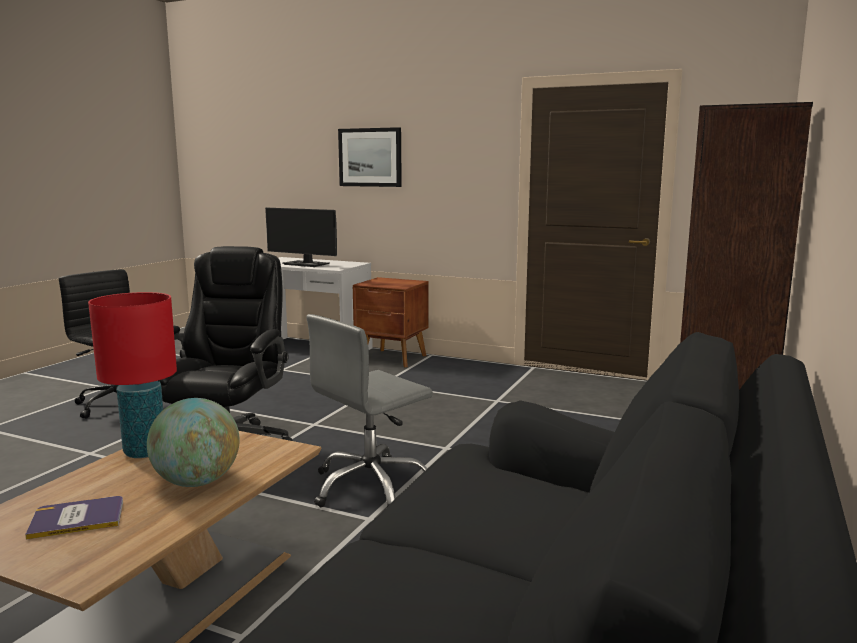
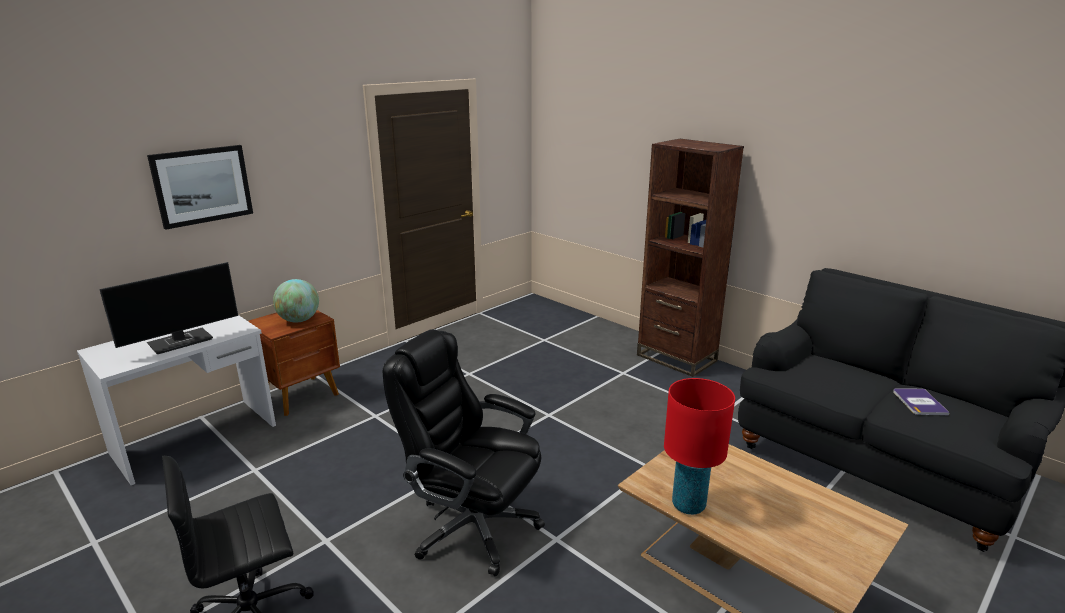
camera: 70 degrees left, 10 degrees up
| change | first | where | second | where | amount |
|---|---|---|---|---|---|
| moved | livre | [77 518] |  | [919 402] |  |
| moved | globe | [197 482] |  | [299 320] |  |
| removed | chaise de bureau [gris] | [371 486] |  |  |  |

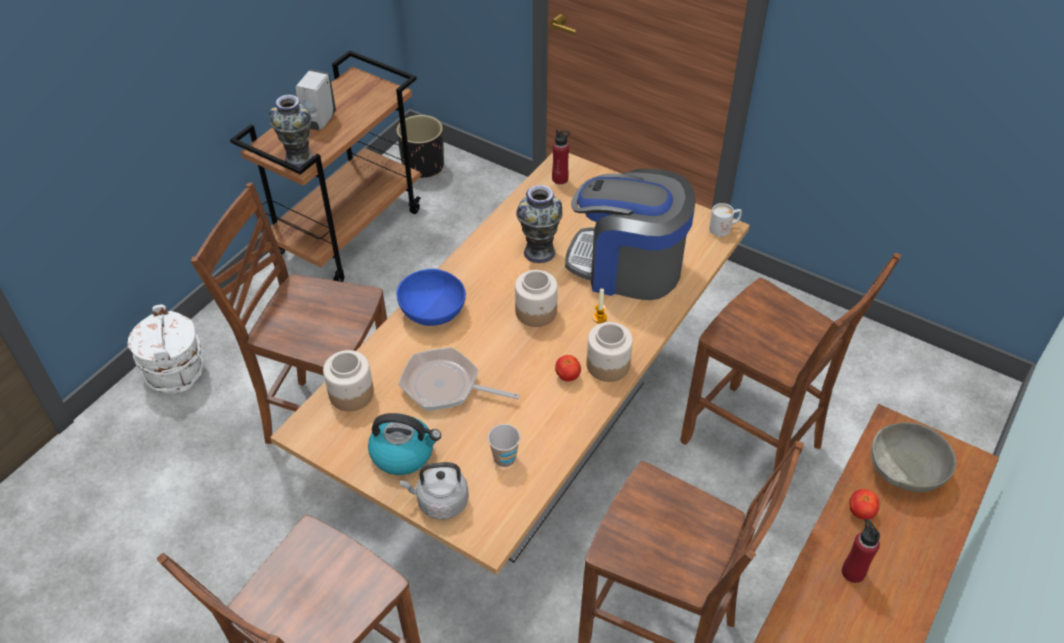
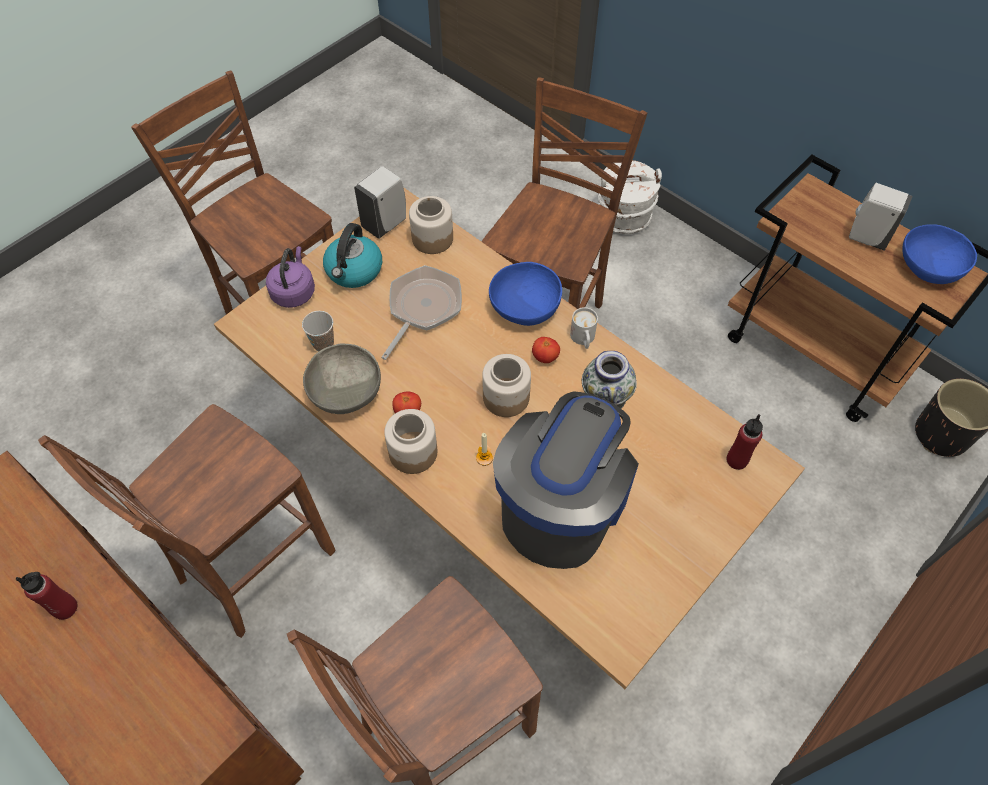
camera: 100 degrees right, 10 degrees up
| change | first | where | second | where | amount |
|---|---|---|---|---|---|
| removed | vase | [299 159] |  |  |  |
| recoloured | bouilloire [gris] | [440 502] | bouilloire [violet] | [294 291] |  |
| moved | mug [blanc] | [724 228] |  | [583 339] |  |
| moved | tomate | [860 512] |  | [545 357] |  |
| moved | bol [gris] | [906 471] |  | [345 392] |  |
| added |  |  | distributeur de savon [blanc] | [386 223] |  |
| added |  |  | bol [bleu] | [929 266] |  |

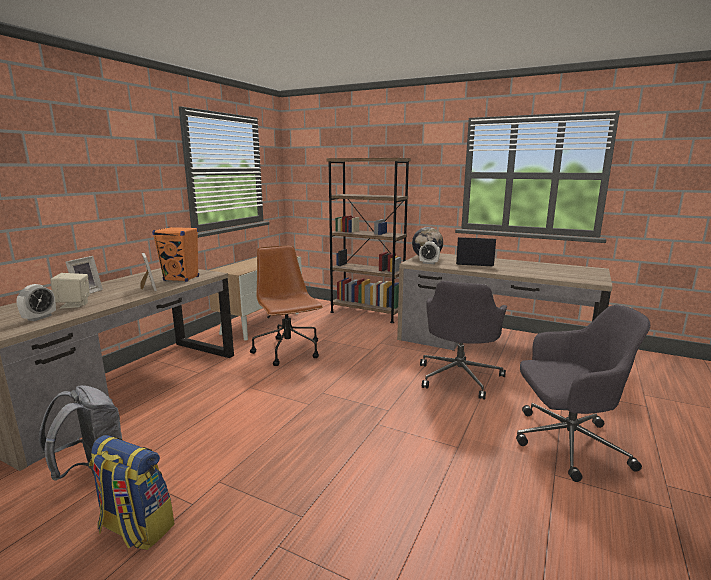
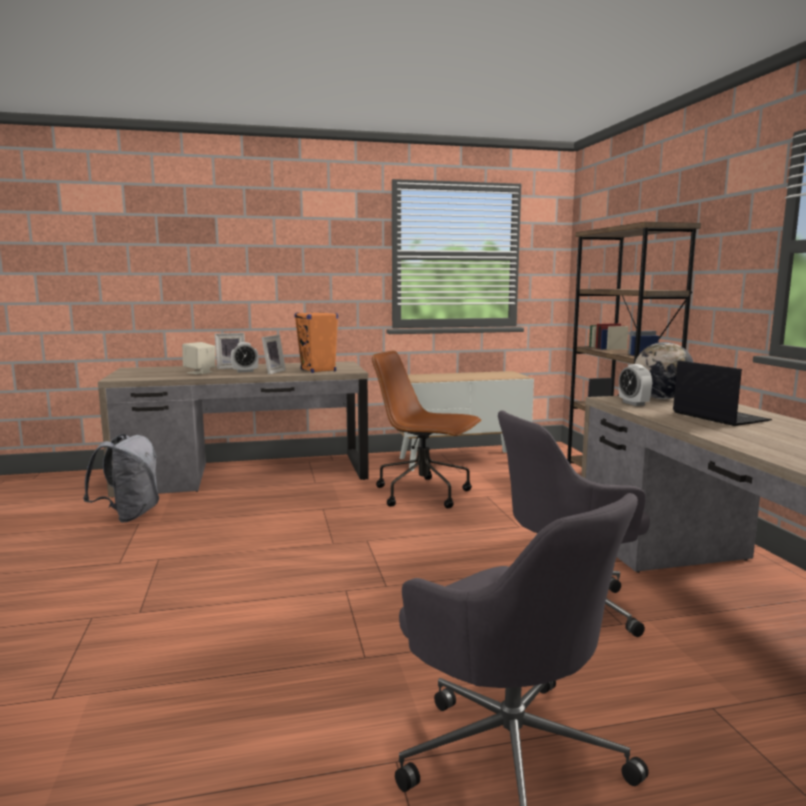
camera: 50 degrees right, 5 degrees down
| change | first | where | second | where | amount |
|---|---|---|---|---|---|
| moved | réveil | [39 317] |  | [245 371] |  |
| removed | sac à dos | [135 528] |  |  |  |
| turned | chaise de bureau [marron] | [288 351] |  | [424 494] | 90 degrees counterclockwise |

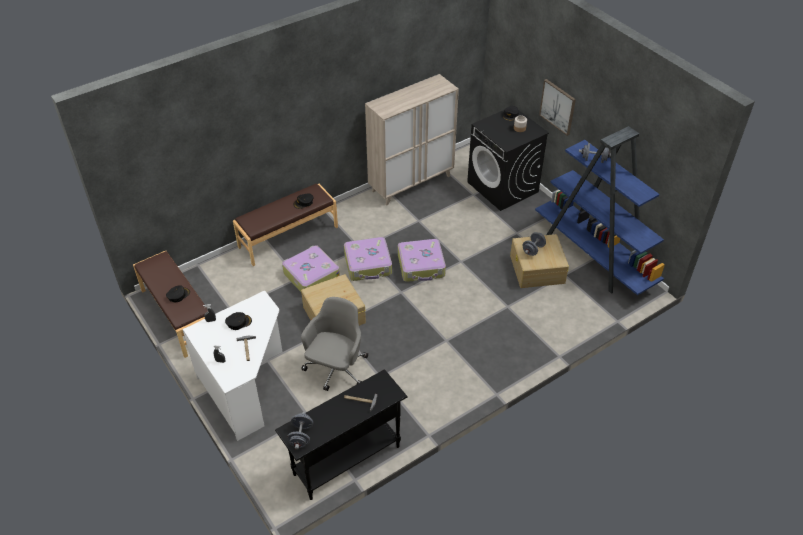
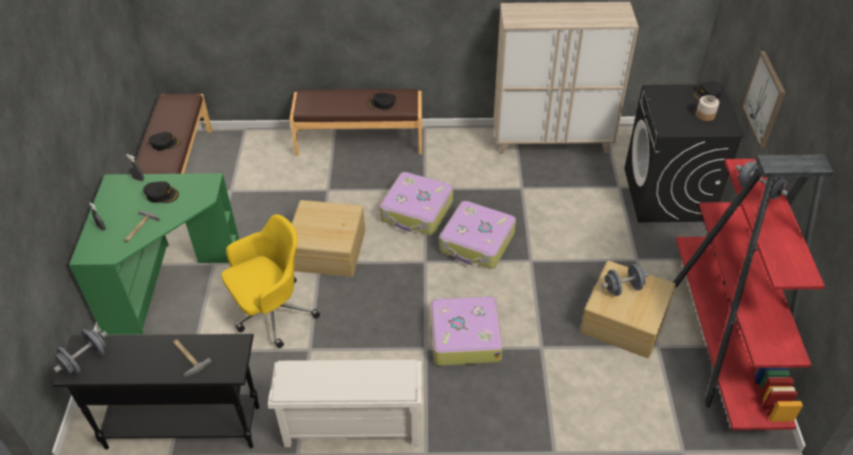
camera: 35 degrees right, 0 degrees up
| change | first | where | second | where | amount |
|---|---|---|---|---|---|
| recoloured | bureau [blanc] | [246 387] | bureau [vert] | [167 281] |  |
| moved | valise | [311 275] |  | [464 337] |  |
| recoloured | chaise de bureau [gris] | [336 369] | chaise de bureau [jaune] | [272 313] |  |
| recoloured | bibliothèque [bleu] | [594 256] | bibliothèque [rouge] | [722 343] |  |
| added |  |  | étagère à chaussures [blanc] | [351 427] |  |

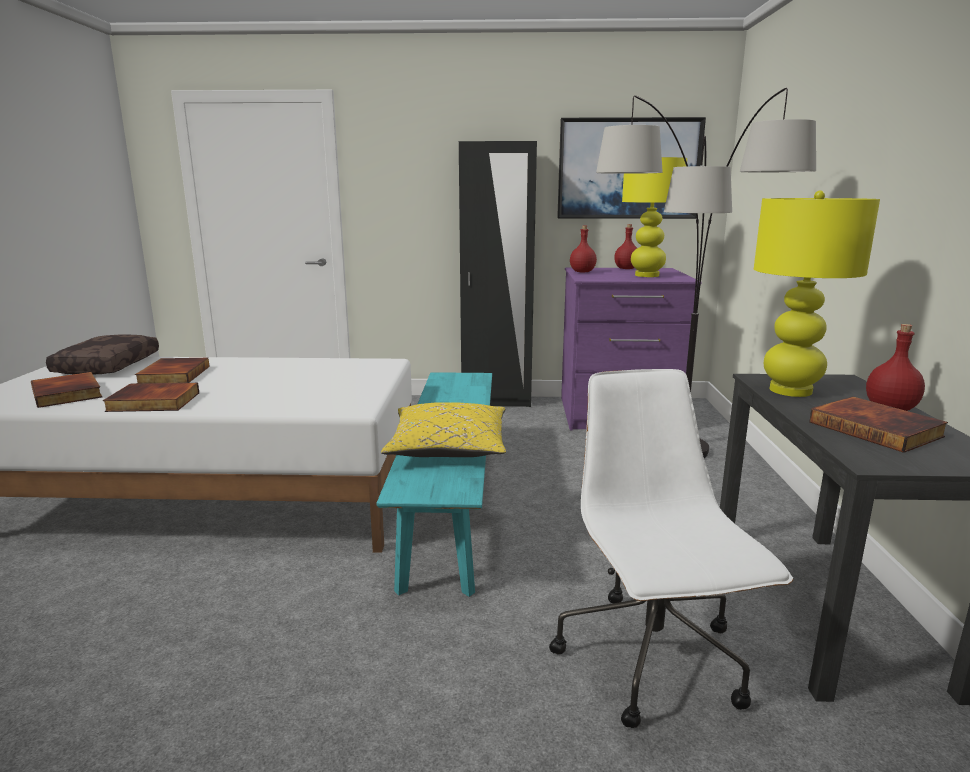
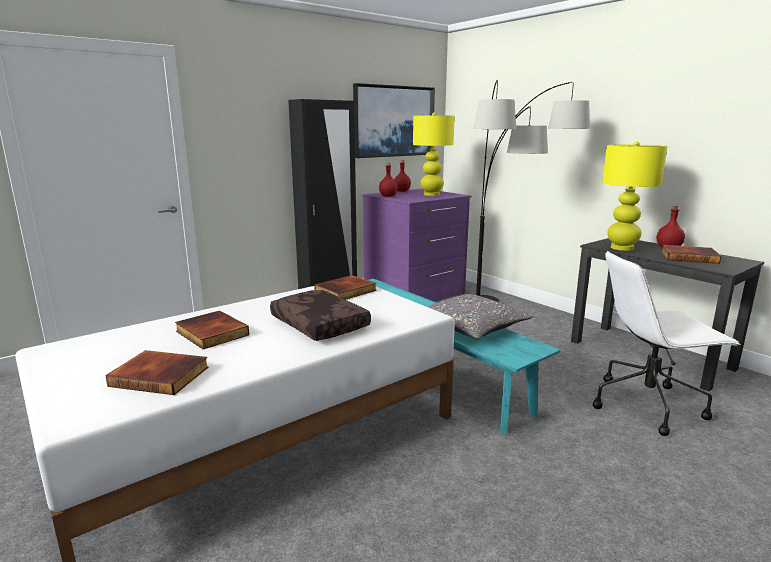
camera: 40 degrees left, 0 degrees up
| change | first | where | second | where | amount |
|---|---|---|---|---|---|
| moved | coussin [marron] | [107 365] |  | [317 325] |  |
| moved | livre | [152 402] |  | [346 291] |  |
| recoloured | coussin [jaune] | [448 448] | coussin [gris] | [470 328] |  |
| turned | chaise de bureau [blanc] | [653 660] |  | [648 404] | 45 degrees counterclockwise |

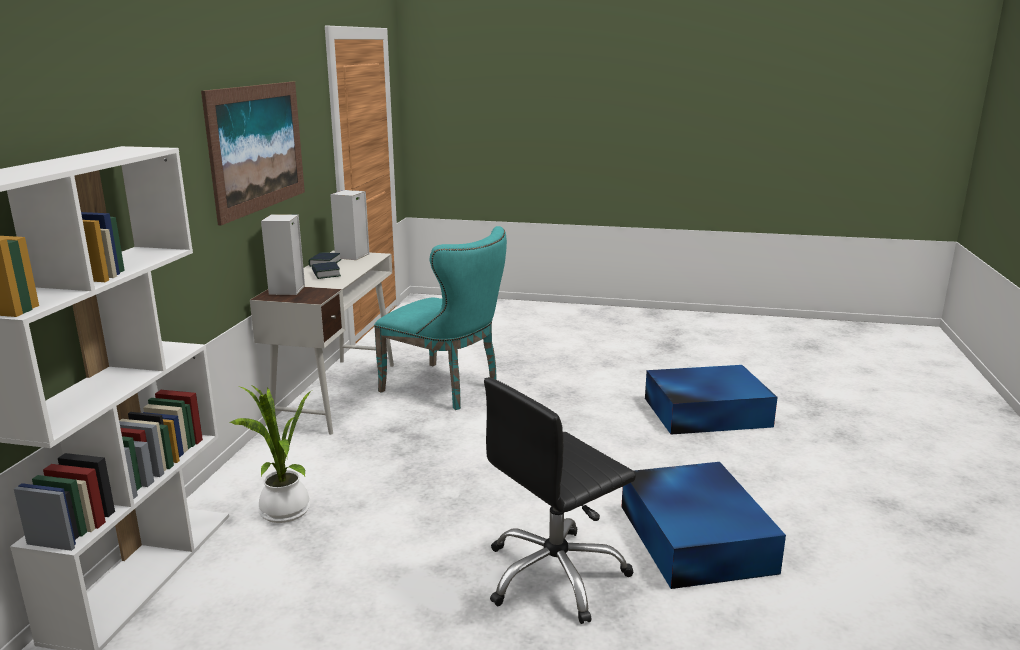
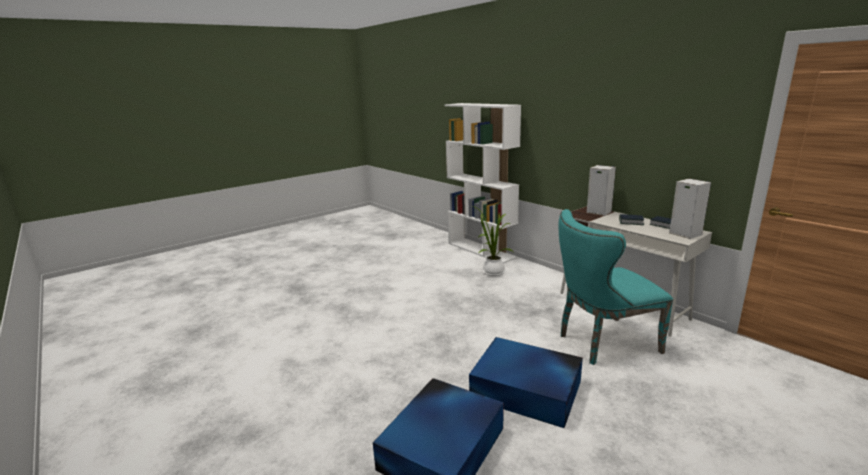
camera: 130 degrees right, 0 degrees up
| change | first | where | second | where | amount |
|---|---|---|---|---|---|
| removed | tableau | [257 147] |  |  |  |
| removed | chaise de bureau [noir] | [555 575] |  |  |  |
| moved | boîte de rangement [bleu] | [695 536] |  | [527 390] |  |

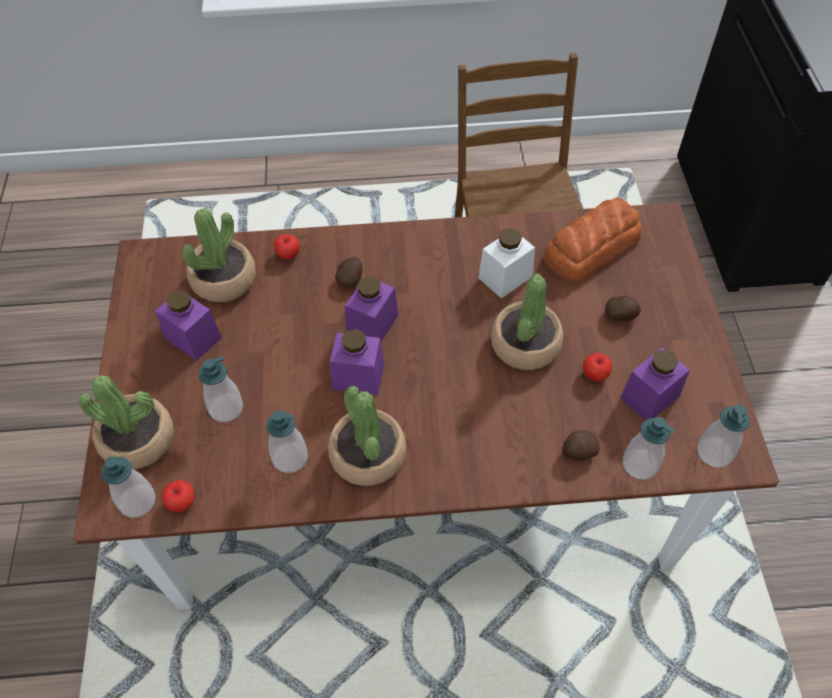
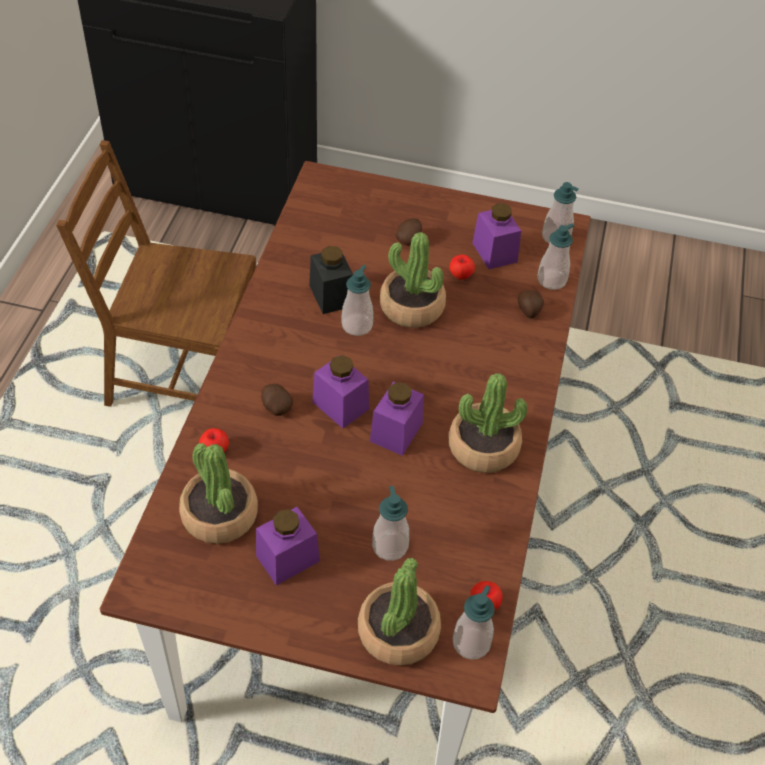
camera: 75 degrees left, 5 degrees down
| change | first | where | second | where | amount |
|---|---|---|---|---|---|
| moved | distributeur de savon | [290 457] |  | [357 325] |  |
| recoloured | bocal [blanc] | [505 277] | bocal [noir] | [331 295] |  |
| removed | pain | [590 248] |  |  |  |

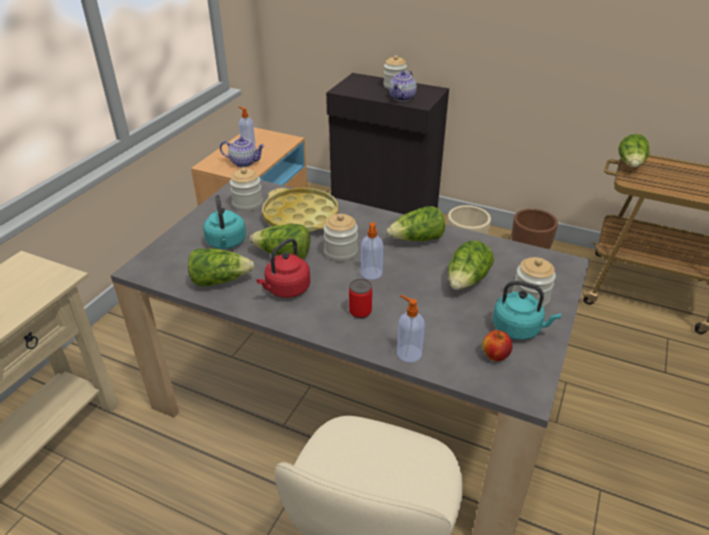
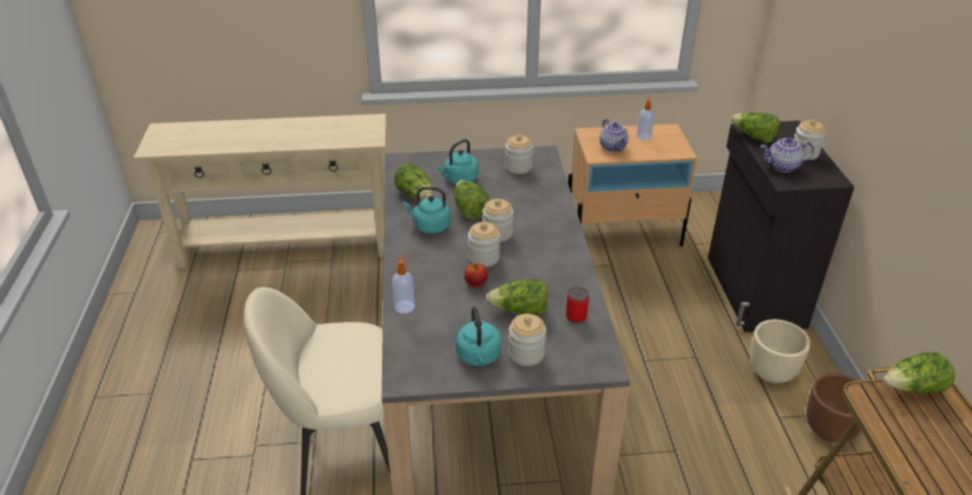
camera: 60 degrees right, 0 degrees up
| change | first | where | second | where | amount |
|---|---|---|---|---|---|
| recoloured | bouilloire [rouge] | [286 289] | bouilloire [turquoise] | [429 226] |  |
| removed | plateau [jaune] | [300 217] |  |  |  |
| moved | boîte métallique | [360 312] |  | [576 317] |  |
| replaced | distributeur de savon | [371 274] | bocal | [484 258] |  |
| moved | laitue | [417 240] |  | [754 137] |  |
| moved | pomme | [495 356] |  | [476 284] |  |

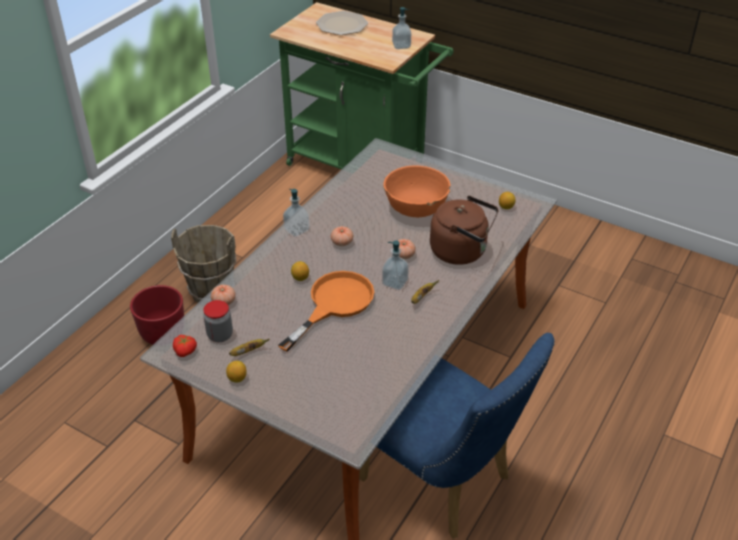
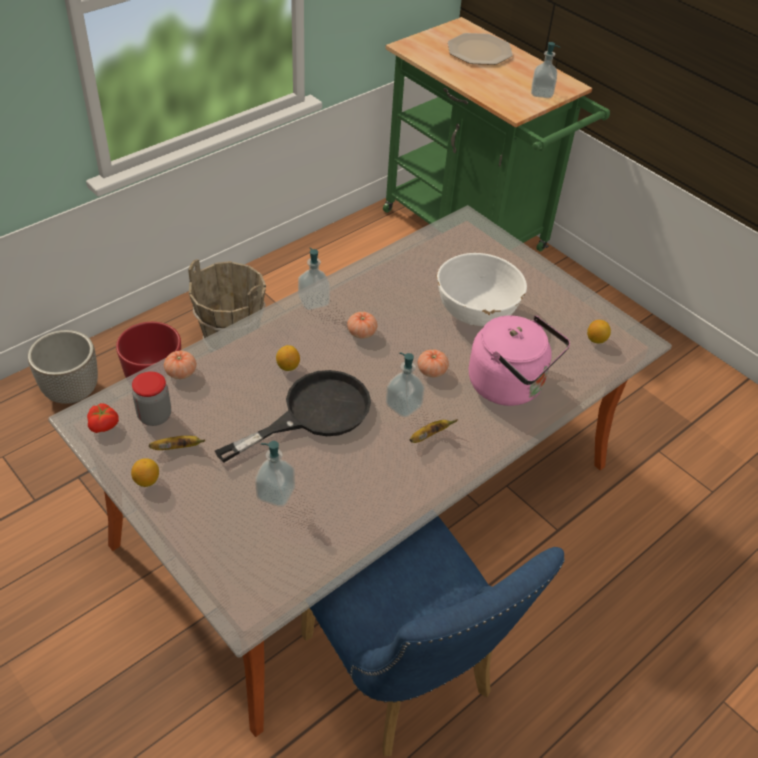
camera: 15 degrees right, 5 degrees up
| change | first | where | second | where | amount |
|---|---|---|---|---|---|
| recoloured | poêle [orange] | [334 304] | poêle [noir] | [313 414] |  |
| recoloured | bol [orange] | [416 208] | bol [blanc] | [476 311] |  |
| recoloured | bouilloire [marron] | [462 251] | bouilloire [rose] | [510 386] |  |
| added |  |  | cache-pot | [72 391] |  |
| added |  |  | distributeur de savon | [276 493] |  |

